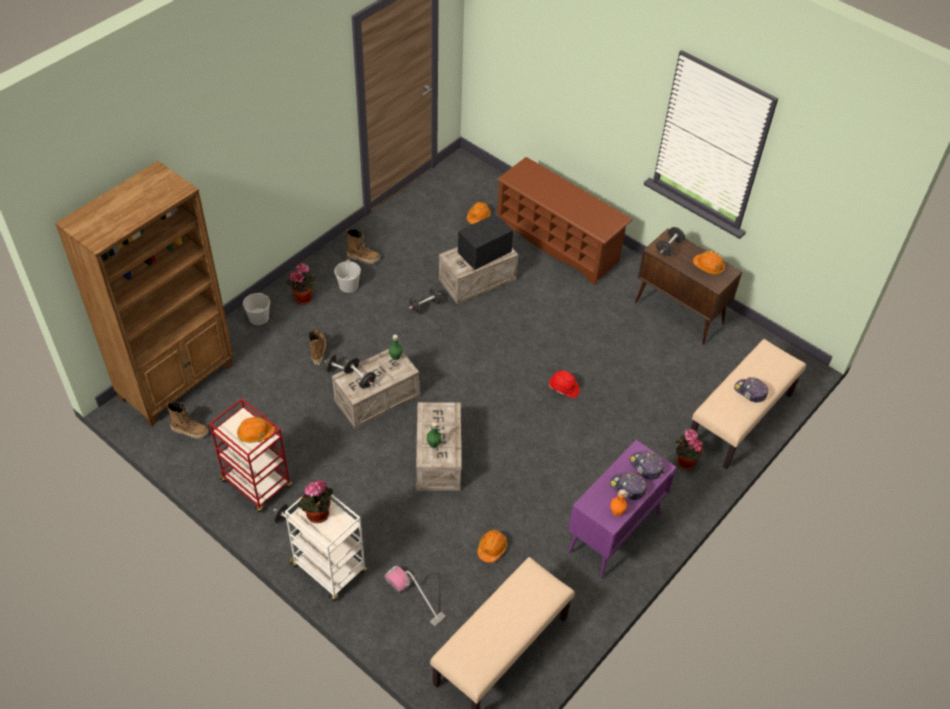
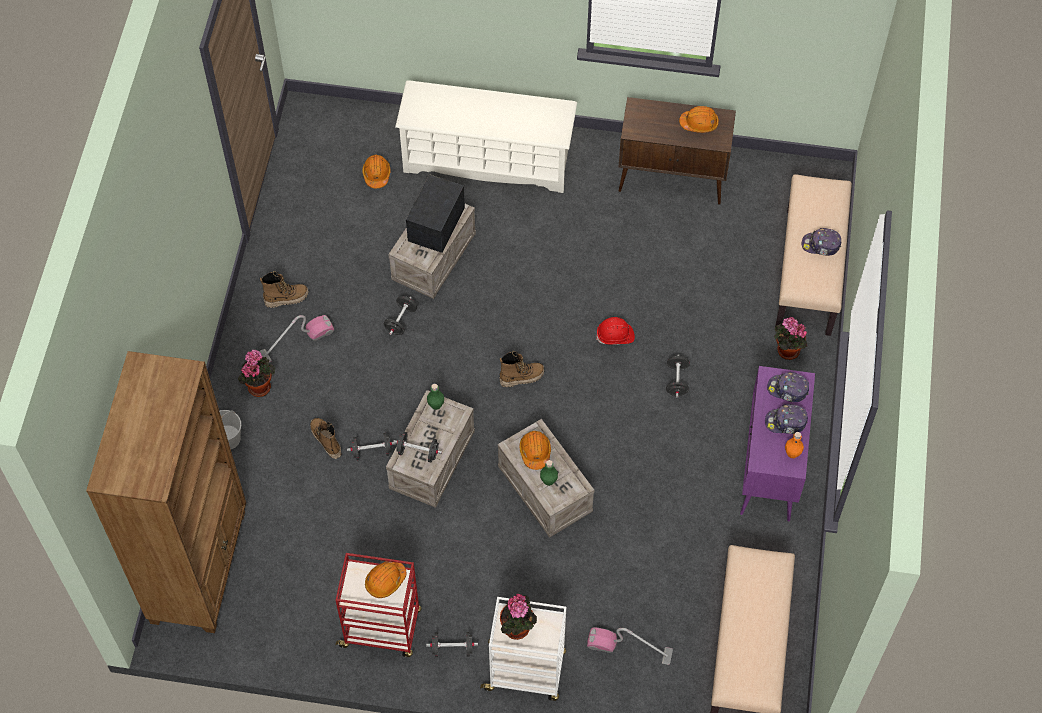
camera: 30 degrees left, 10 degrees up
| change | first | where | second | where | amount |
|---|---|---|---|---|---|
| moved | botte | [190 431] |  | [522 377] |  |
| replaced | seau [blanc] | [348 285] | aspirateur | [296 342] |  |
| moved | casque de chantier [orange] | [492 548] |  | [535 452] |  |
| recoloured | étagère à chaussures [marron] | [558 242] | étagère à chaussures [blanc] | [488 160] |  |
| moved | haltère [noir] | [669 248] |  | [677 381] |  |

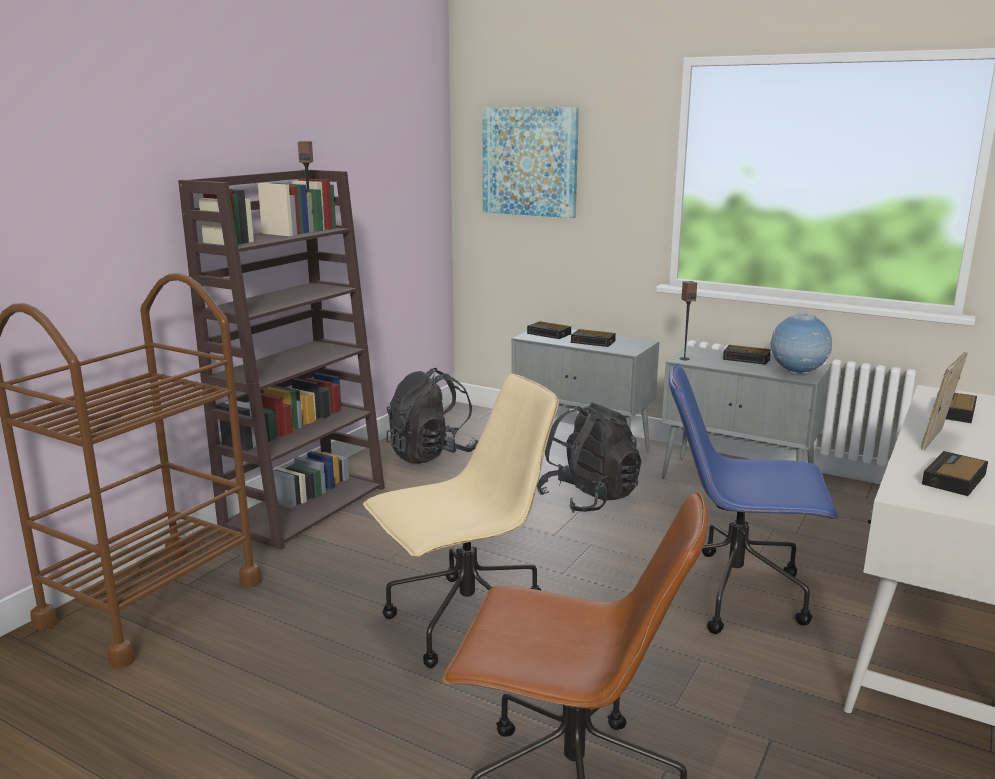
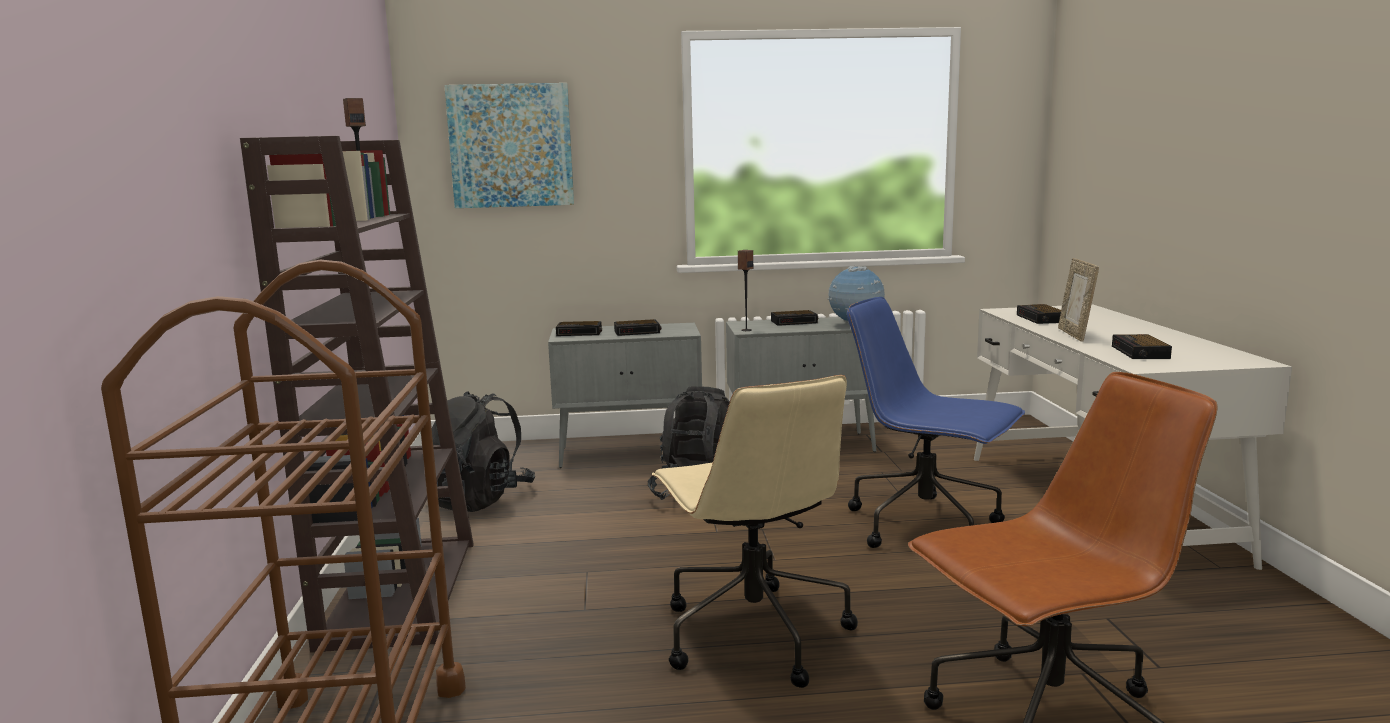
camera: 35 degrees left, 5 degrees down
| change | first | where | second | where | amount |
|---|---|---|---|---|---|
| turned | chaise de bureau [beige] | [465 623] |  | [752 633] | 135 degrees clockwise |
| turned | chaise de bureau [bleu] | [735 592] |  | [926 526] | 60 degrees clockwise |

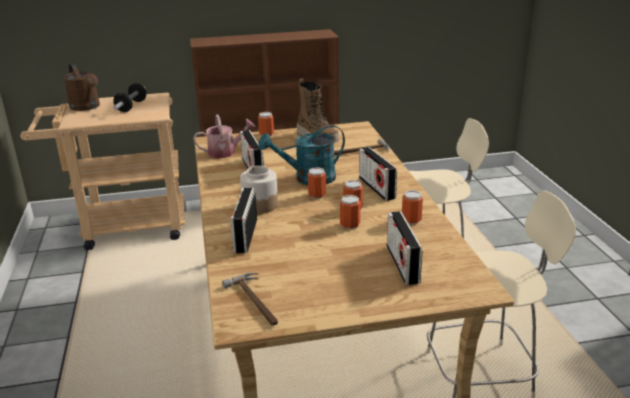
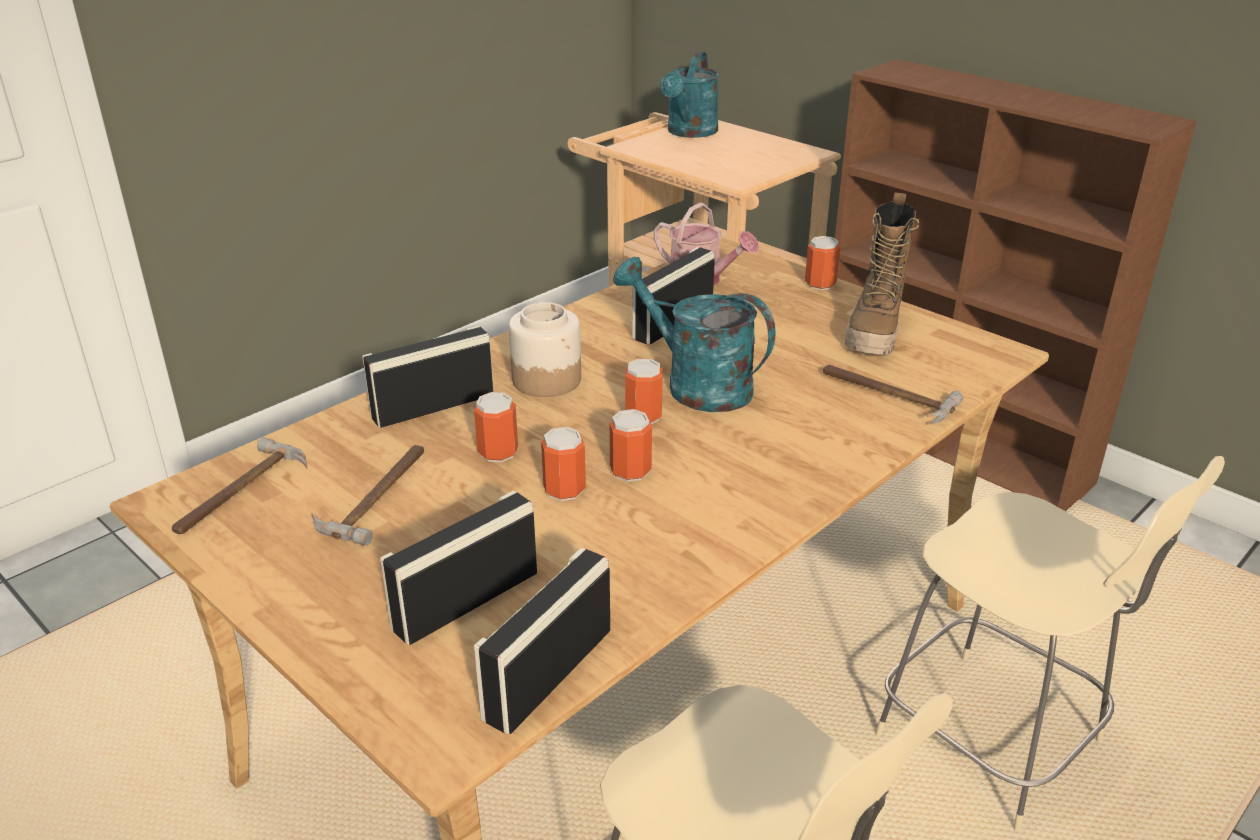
camera: 55 degrees right, 5 degrees up
| change | first | where | second | where | amount |
|---|---|---|---|---|---|
| recoloured | arrosoir [marron] | [87 107] | arrosoir [turquoise] | [689 133] |  |
| removed | haltère | [131 106] |  |  |  |
| moved | radio | [376 188] |  | [548 674] |  |
| moved | boîte métallique | [411 220] |  | [498 452] |  |
| added |  |  | marteau | [378 495] |  |

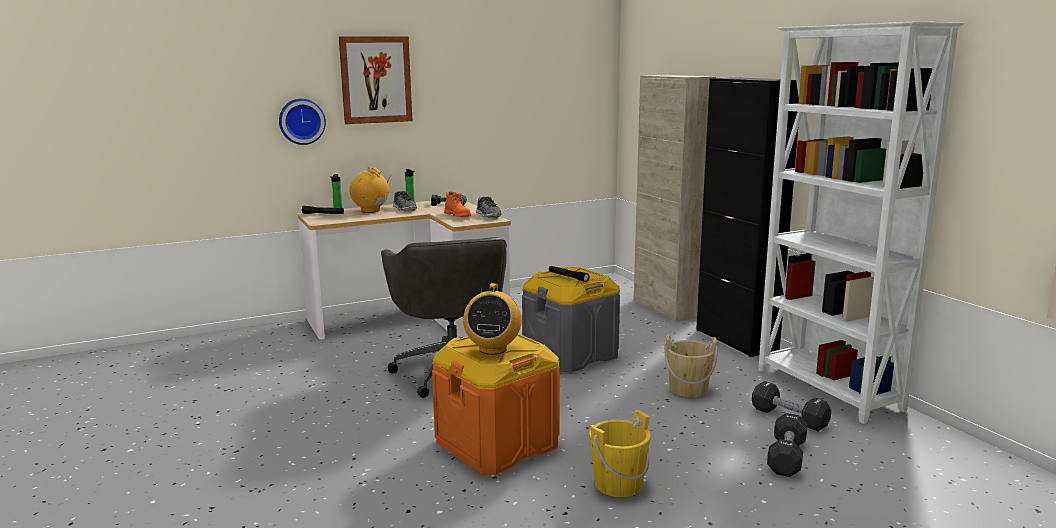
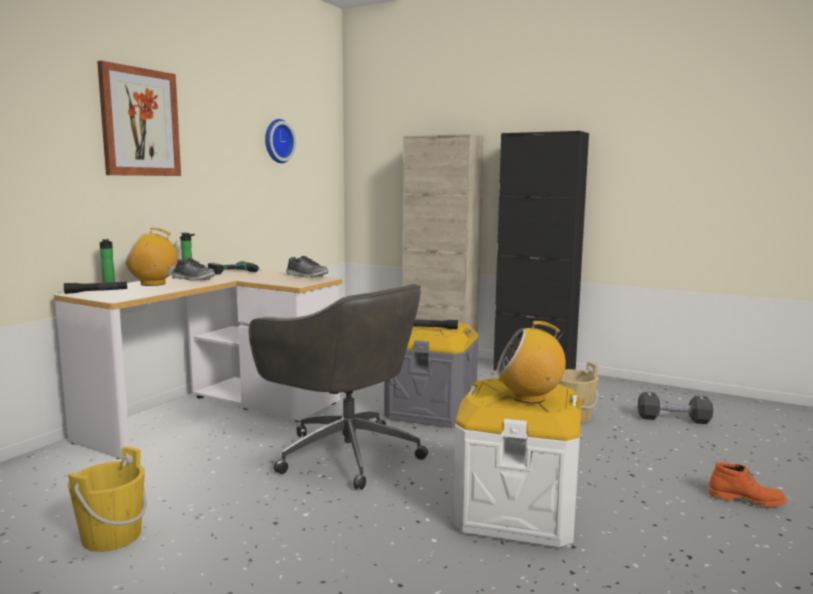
camera: 35 degrees left, 5 degrees down
| change | first | where | second | where | amount |
|---|---|---|---|---|---|
| moved | horloge murale | [301 121] |  | [277 141] |  |
| recoloured | boîte de rangement [orange] | [497 444] | boîte de rangement [blanc] | [516 512] |  |
| moved | botte [orange] | [458 215] |  | [746 500] |  |
| turned | radio | [493 349] |  | [529 397] | 120 degrees clockwise |
| moved | seau [jaune] | [618 484] |  | [112 536] |  |
| removed | bibliothèque [blanc] | [827 390] |  |  |  |
| removed | haltère [noir] | [786 457] |  |  |  |

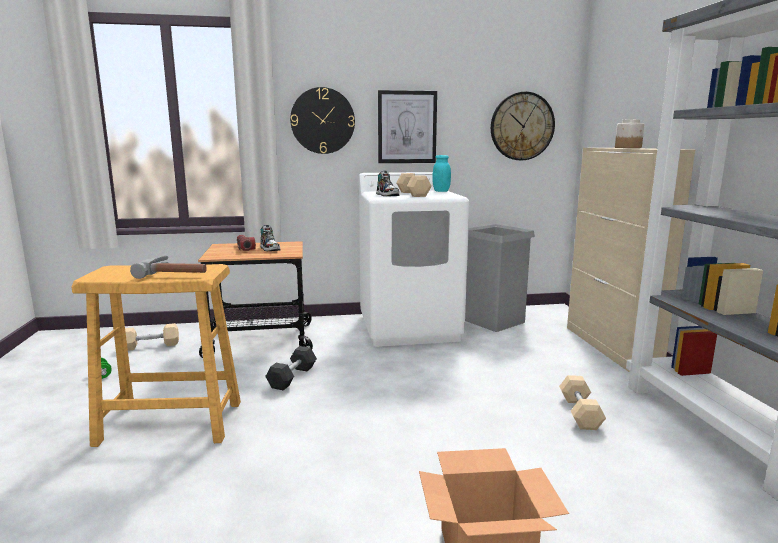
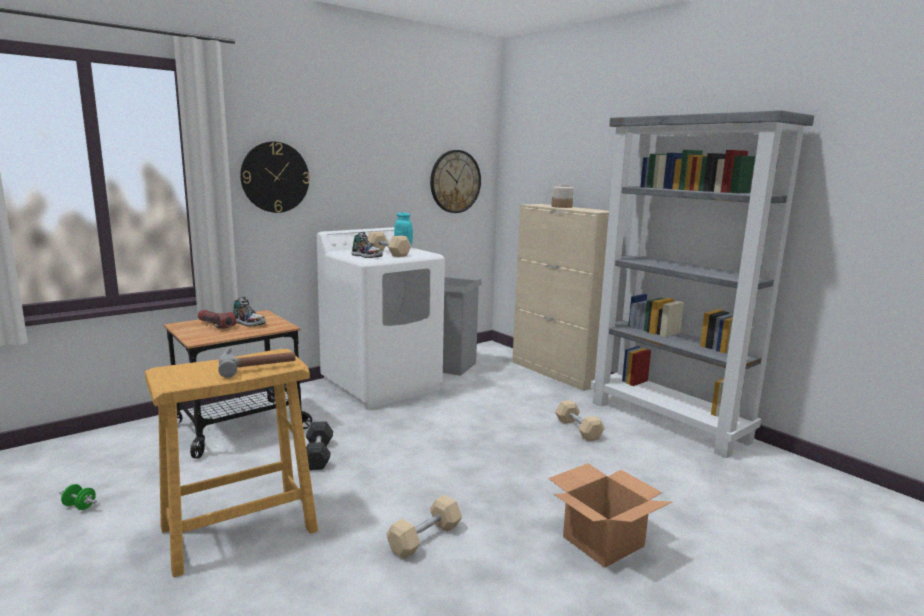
camera: 30 degrees left, 0 degrees up
| change | first | where | second | where | amount |
|---|---|---|---|---|---|
| moved | haltère [beige] | [151 346] |  | [425 538] |  |
| removed | tableau | [407 127] |  |  |  |

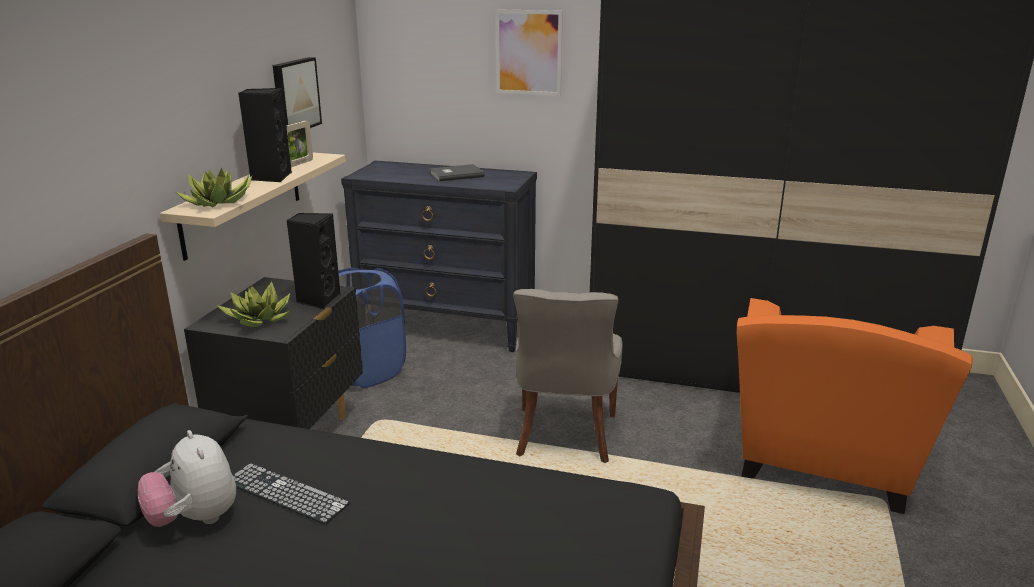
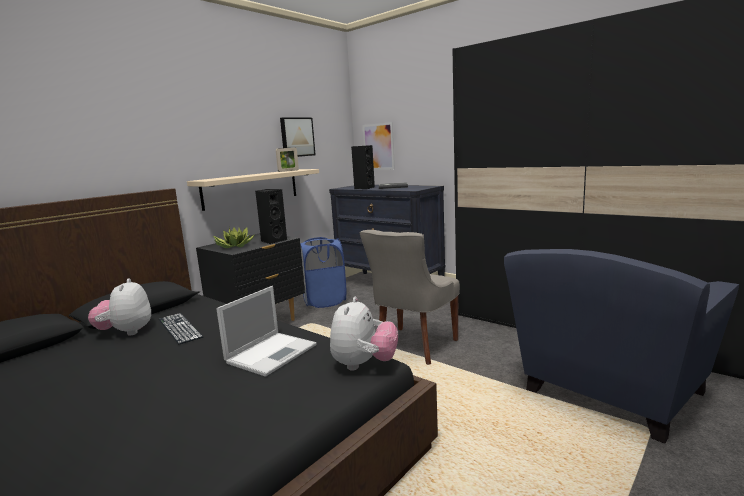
camera: 25 degrees right, 10 degrees down
| change | first | where | second | where | amount |
|---|---|---|---|---|---|
| removed | plante en pot | [218 202] |  |  |  |
| moved | enceinte [noir] | [271 177] |  | [364 188] |  |
| moved | tableau | [528 52] |  | [378 146] |  |
| recoloured | fauteuil [orange] | [823 464] | fauteuil [bleu] | [606 393] |  |
| added |  |  | ordinateur portable | [272 353] |  |
| added |  |  | peluche | [364 365] |  |

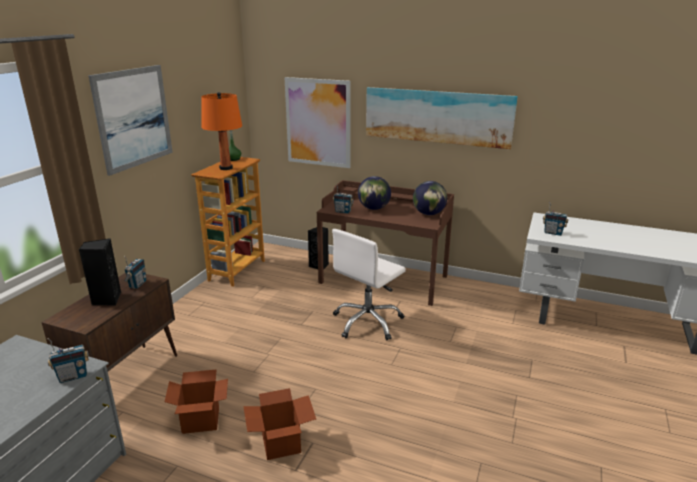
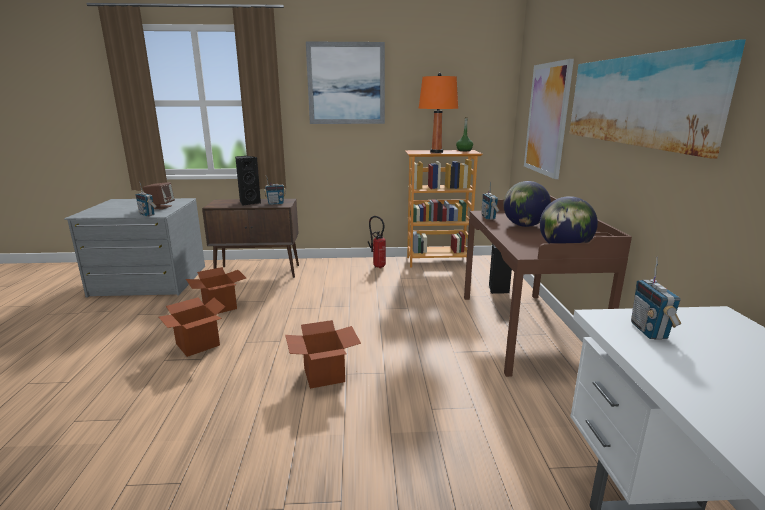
camera: 65 degrees right, 5 degrees down
| change | first | where | second | where | amount |
|---|---|---|---|---|---|
| removed | chaise de bureau [blanc] | [368 322] |  |  |  |
| added |  |  | enceinte [marron] | [161 207] |  |
| added |  |  | carton | [323 375] |  |
| added |  |  | extincteur | [378 266] |  |

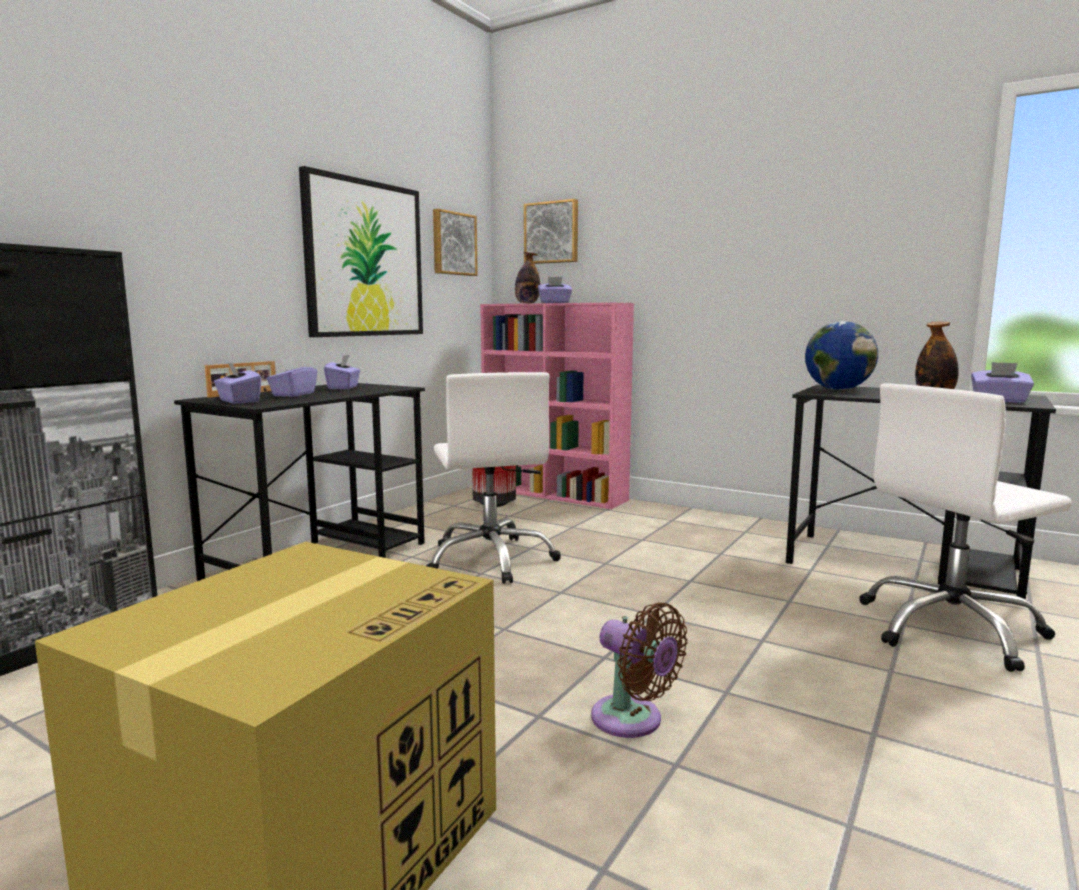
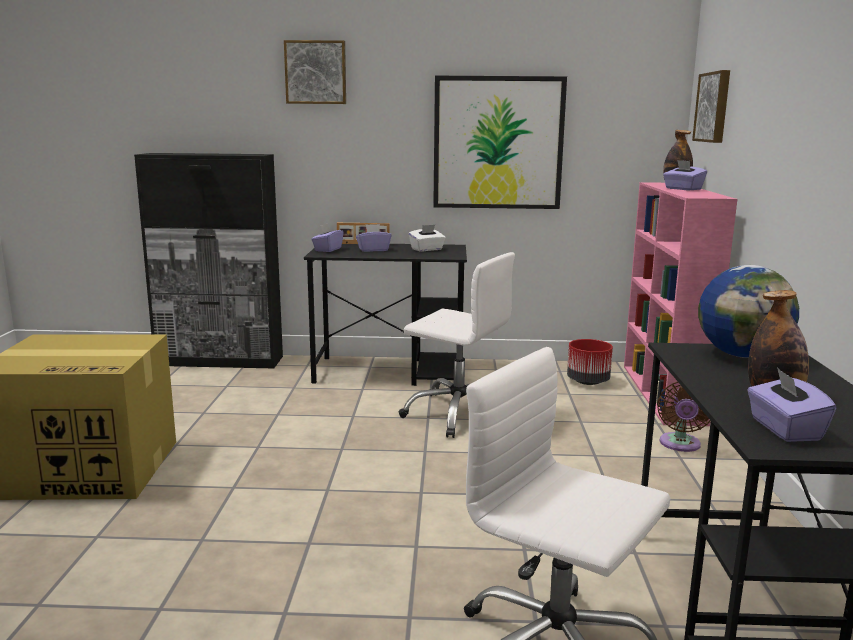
camera: 60 degrees right, 5 degrees up
| change | first | where | second | where | amount |
|---|---|---|---|---|---|
| recoloured | boîte à mouchoirs [violet] | [343 388] | boîte à mouchoirs [blanc] | [427 249] |  |
| turned | chaise de bureau [blanc] | [491 559] |  | [459 414] | 105 degrees counterclockwise |
| moved | tableau | [453 244] |  | [316 72] |  |
| moved | ventilateur [marron] | [632 721] |  | [680 445] |  |

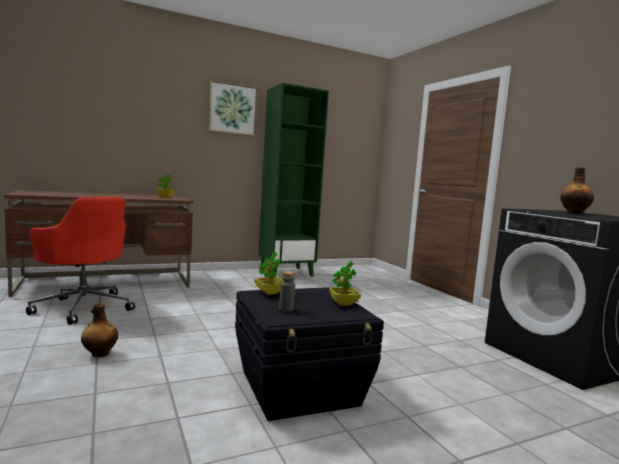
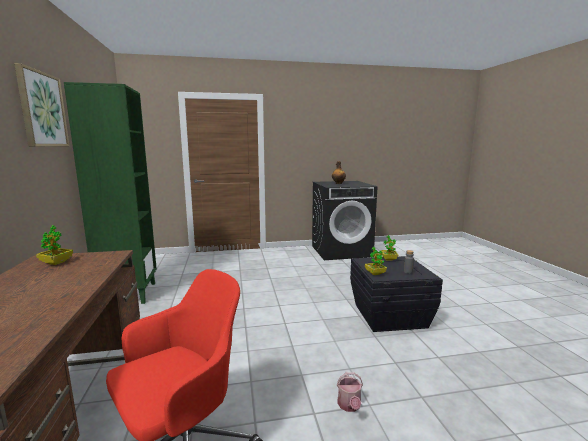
camera: 75 degrees left, 5 degrees up
| change | first | where | second | where | amount |
|---|---|---|---|---|---|
| replaced | bouteille | [99 354] | arrosoir | [349 406] |  |

